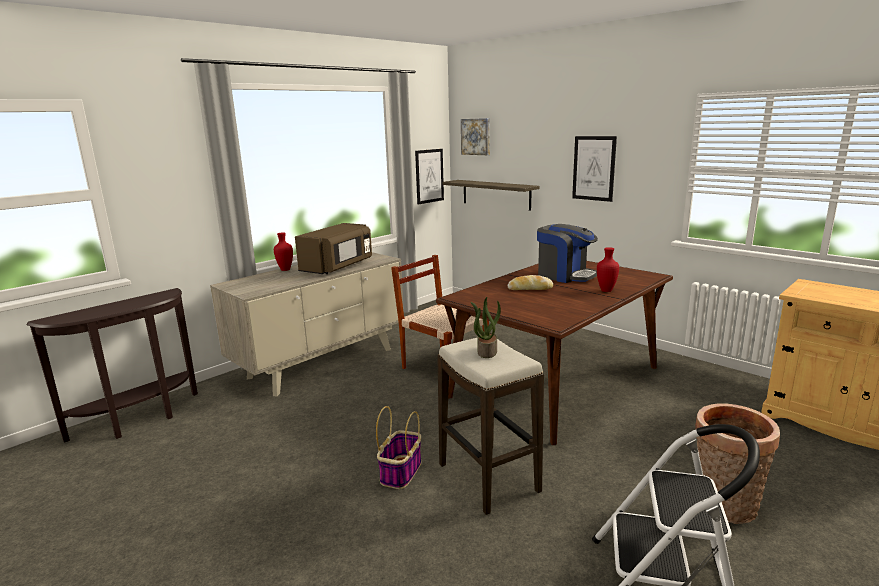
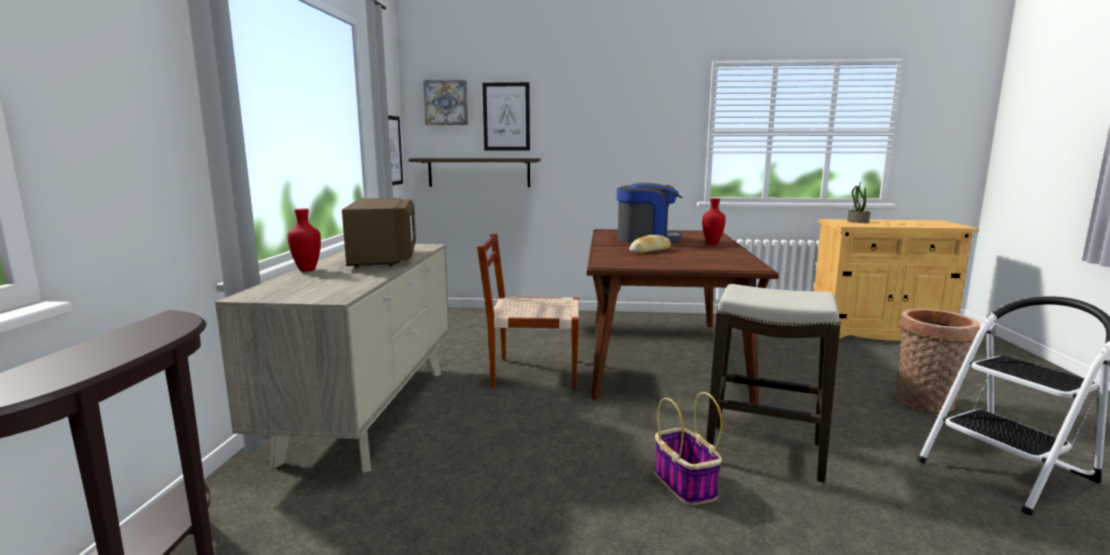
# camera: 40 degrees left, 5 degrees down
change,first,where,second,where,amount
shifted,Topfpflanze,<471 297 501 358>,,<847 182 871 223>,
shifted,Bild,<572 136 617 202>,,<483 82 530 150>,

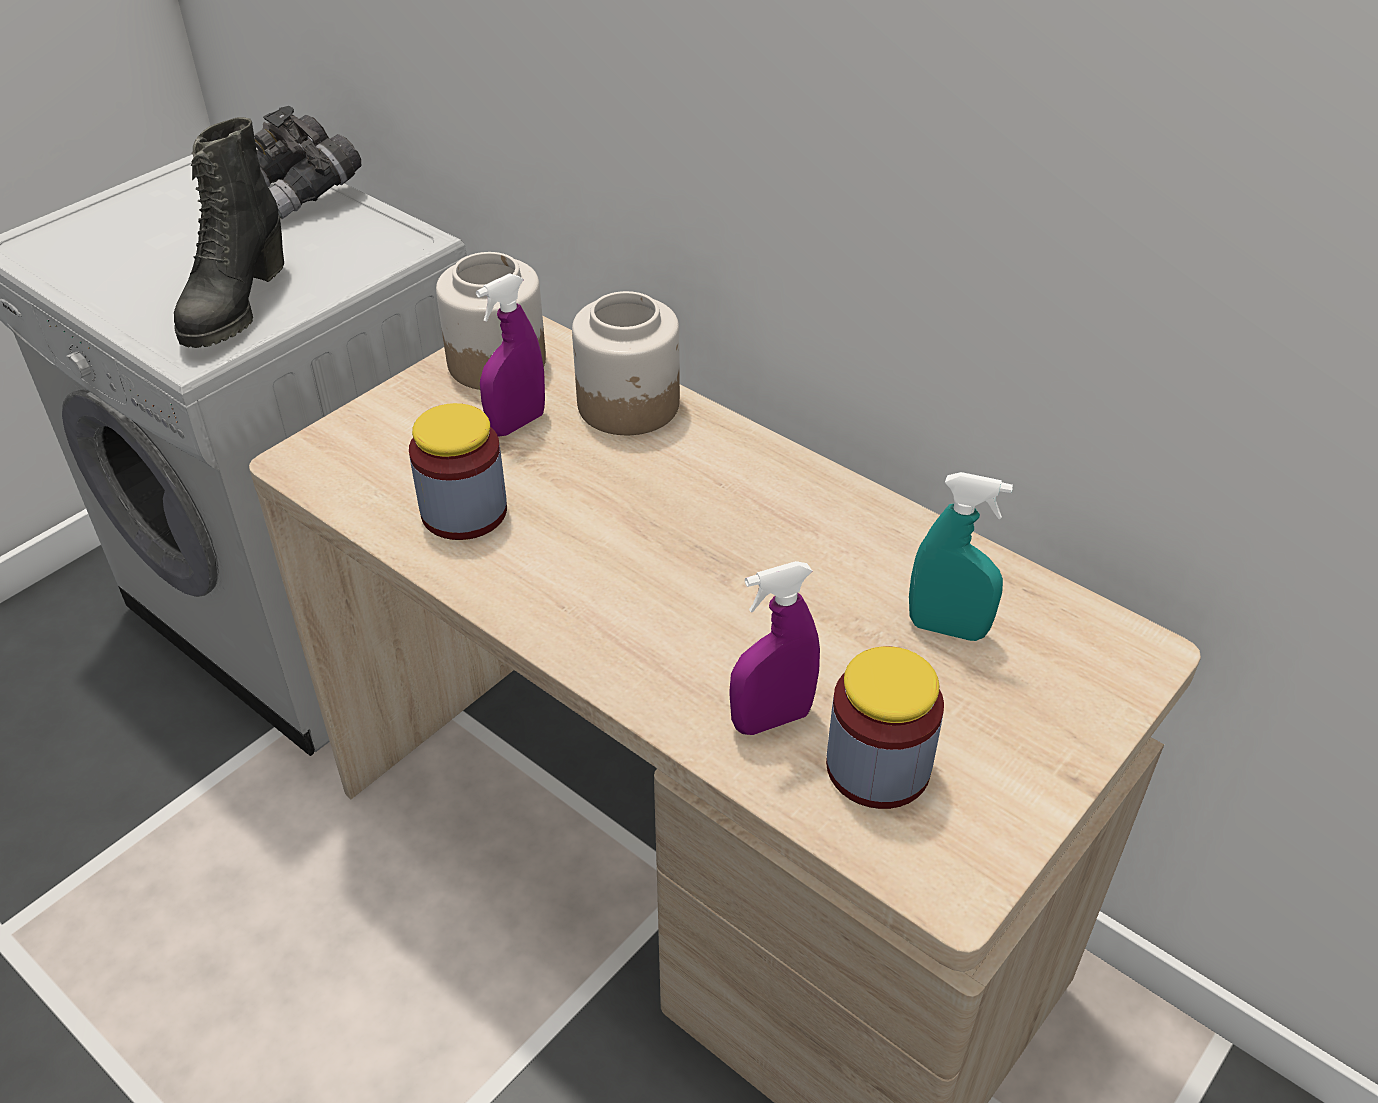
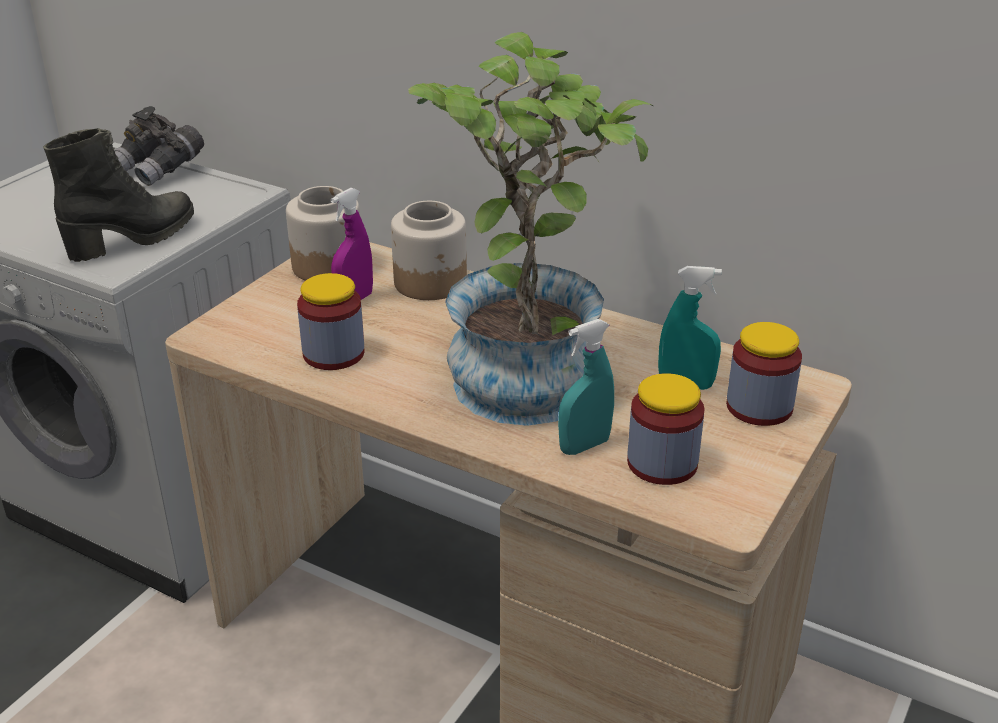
# camera: 10 degrees left, 10 degrees down
change,first,where,second,where,amount
rotated,Stiefel (schwarz),<174 117 284 348>,,<43 128 194 262>,135 degrees counterclockwise
repainted,Sprühflasche (lila),<729 561 820 735>,Sprühflasche (türkis),<558 319 614 455>,
new,,,Topfpflanze,<408 32 654 426>,
new,,,Vorratsglas,<726 322 802 426>,

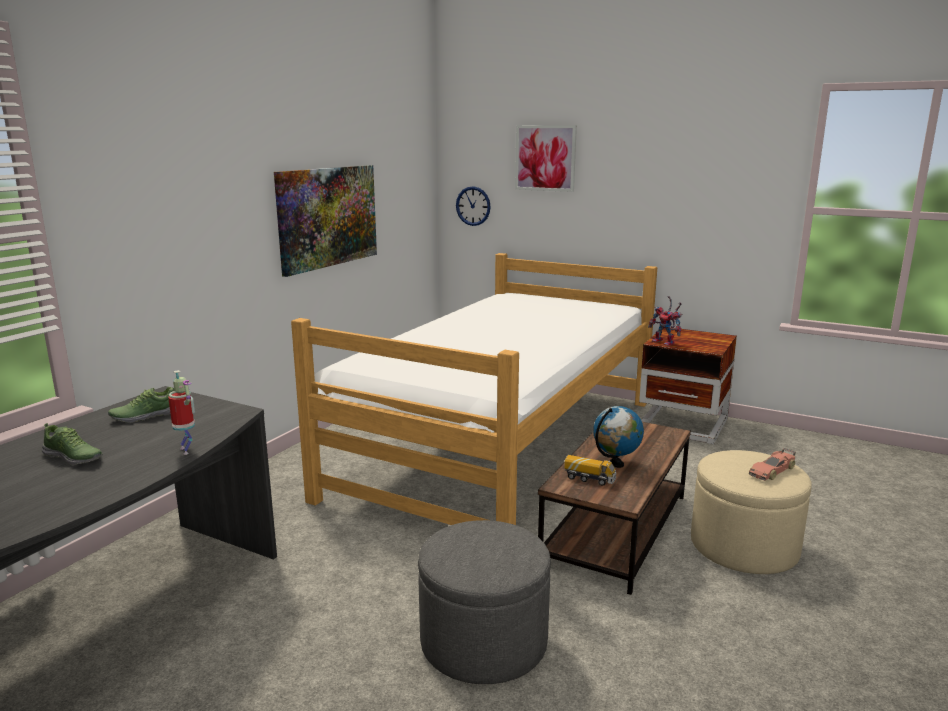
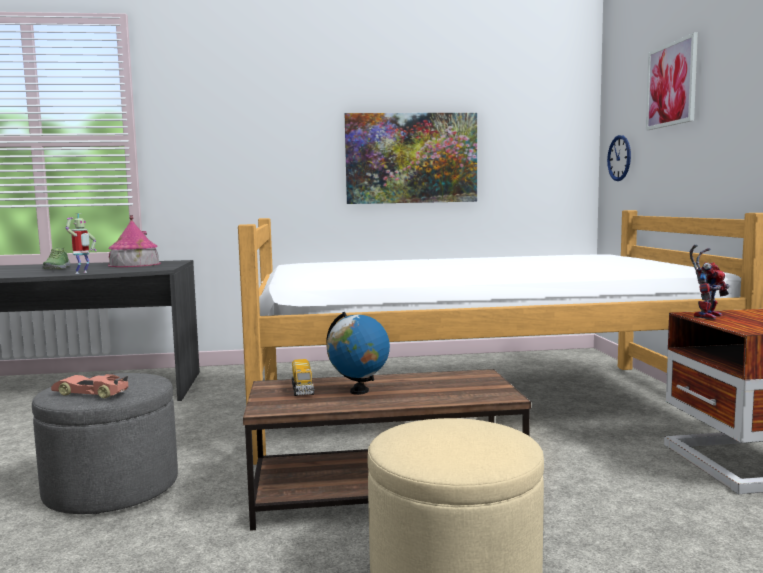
# camera: 55 degrees right, 10 degrees down
change,first,where,second,where,amount
swapped,Schuh,<108 387 174 423>,Spielzeughaus,<108 215 161 267>,
rotated,Spielzeugroboter,<648 296 682 346>,,<690 245 730 319>,150 degrees counterclockwise
shifted,Spielzeugauto,<749 448 796 481>,,<51 374 128 398>,

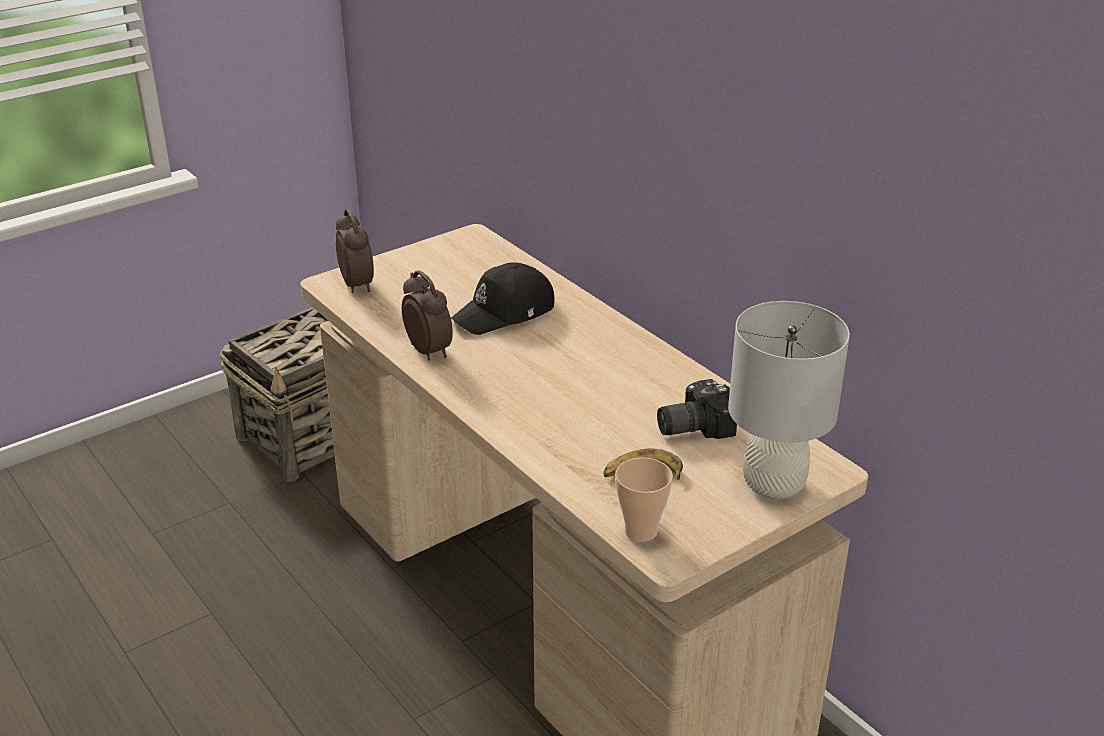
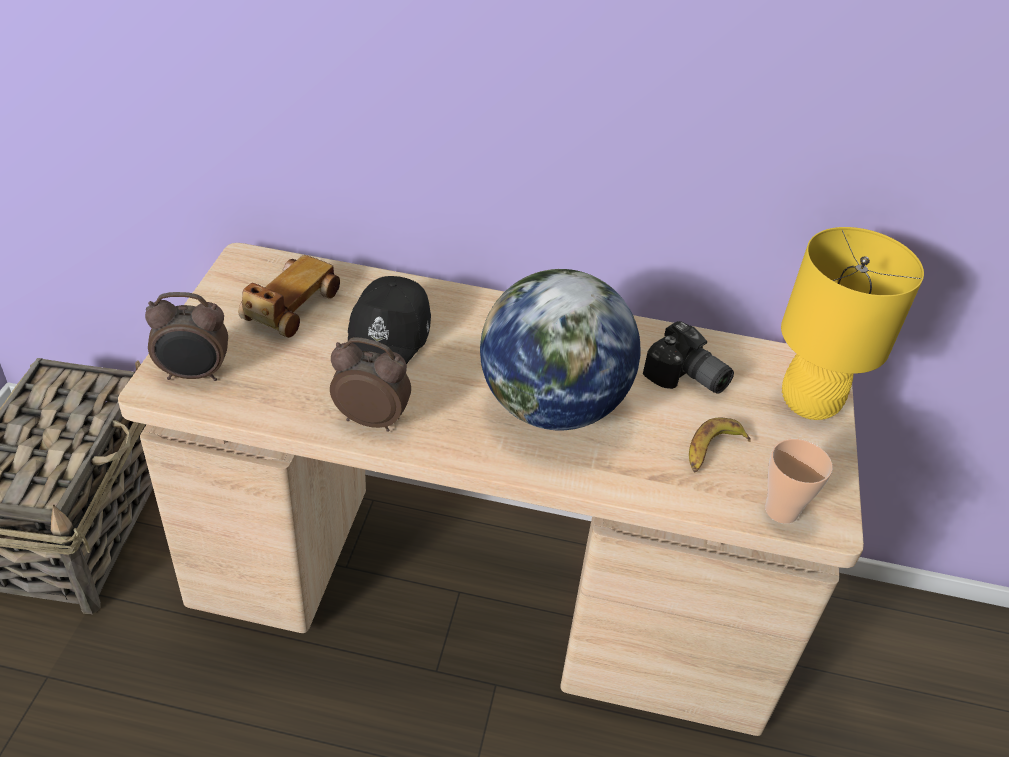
# camera: 45 degrees left, 10 degrees up
change,first,where,second,where,amount
rotated,Wecker,<336 209 374 293>,,<145 292 228 381>,150 degrees clockwise
rotated,Kamera,<657 379 737 439>,,<643 321 734 394>,75 degrees counterclockwise
repainted,Tischlampe (grau),<728 301 850 499>,Tischlampe (gelb),<781 227 924 420>,
new,,,Spielzeugauto,<238 255 340 338>,
new,,,Globus,<480 269 641 430>,

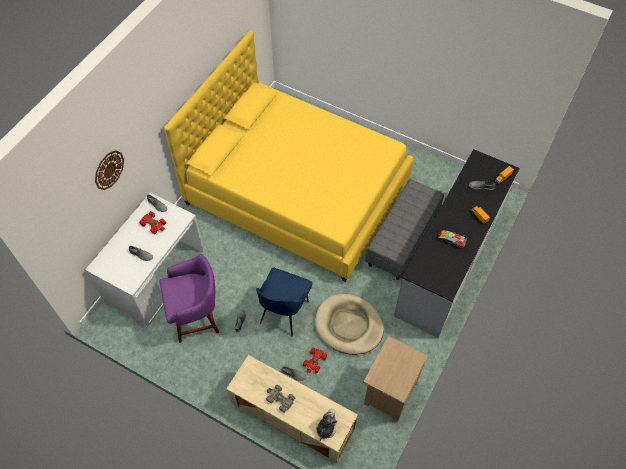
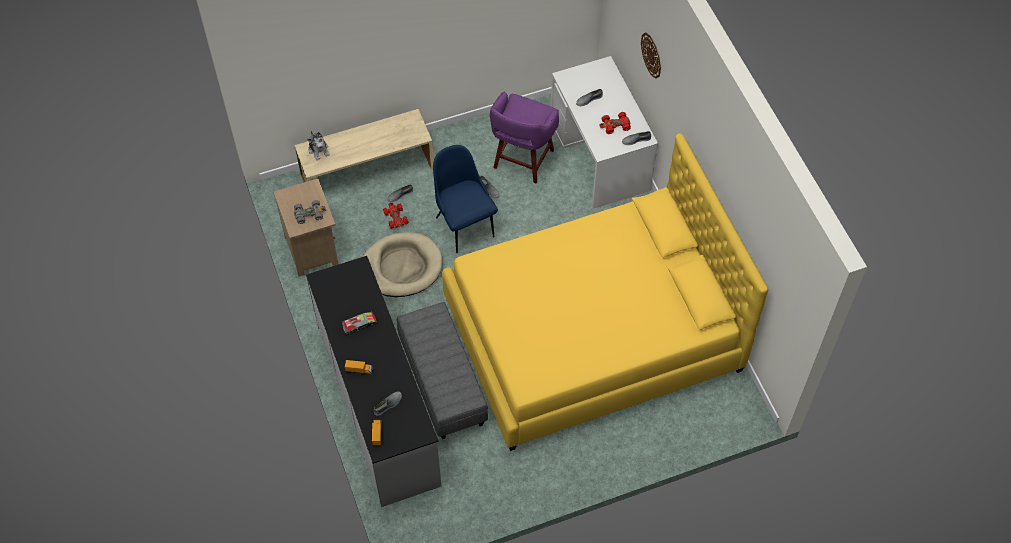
# camera: 130 degrees right, 0 degrees up
change,first,where,second,where,amount
shifted,Spielzeugauto (grau),<266 385 295 413>,,<294 200 326 224>,

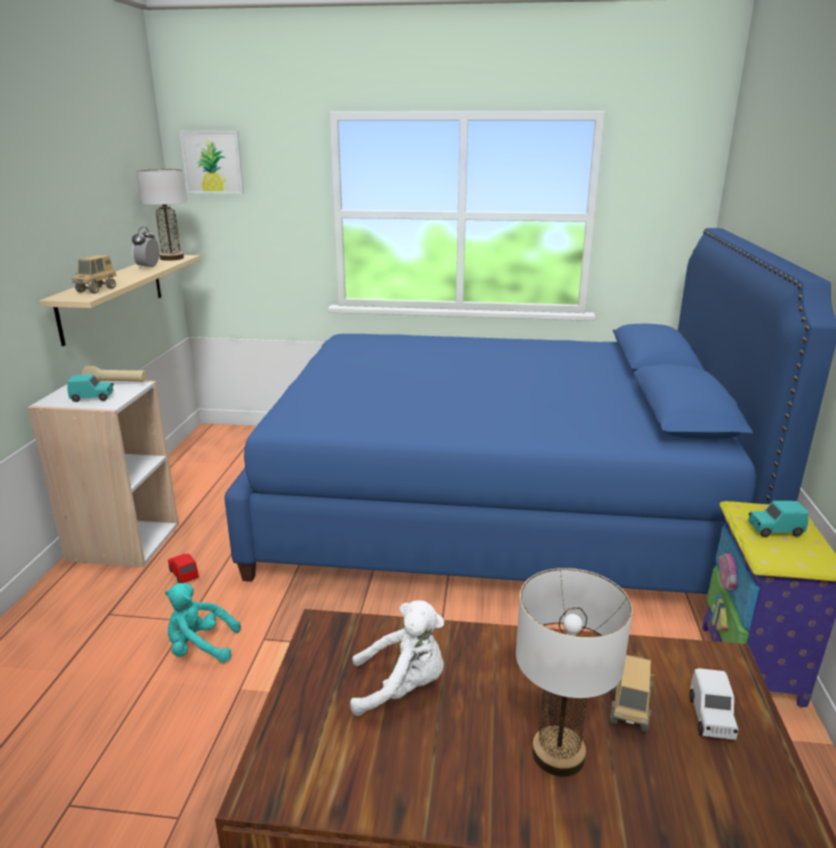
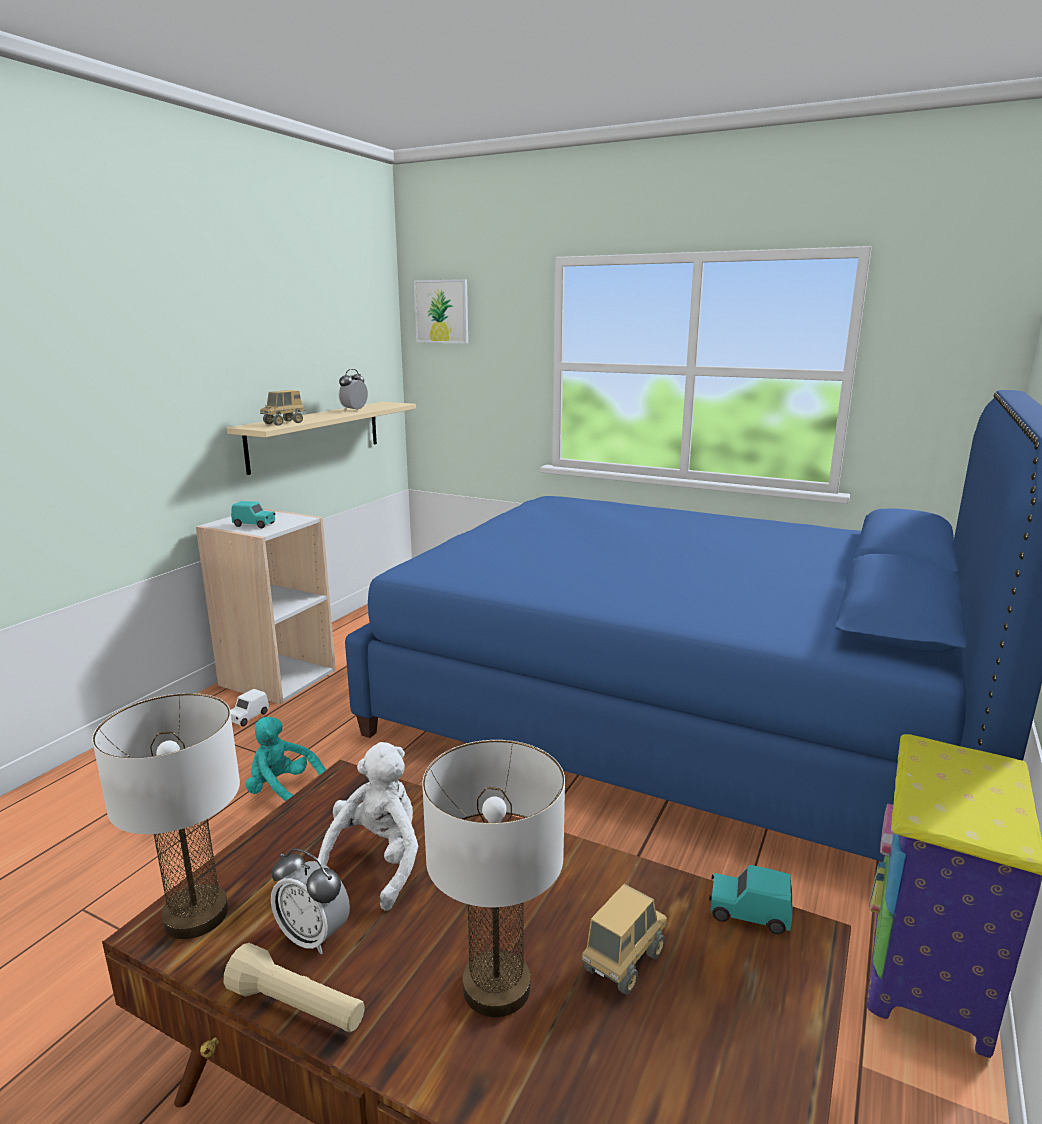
# camera: 20 degrees right, 5 degrees down
change,first,where,second,where,amount
shifted,Taschenlampe (beige),<82 366 146 382>,,<224 943 365 1032>,
shifted,Tischlampe,<136 169 187 261>,,<92 693 240 939>,
gone,Spielzeugauto (rot),<168 553 199 583>,,,
rotated,Plüschtier (weiß),<350 600 444 716>,,<318 742 418 911>,90 degrees counterclockwise
shifted,Spielzeugauto (weiß),<689 668 739 740>,,<230 689 269 726>,
shifted,Spielzeugauto (türkis),<748 501 808 537>,,<709 865 793 934>,
new,,,Wecker,<271 848 350 954>,

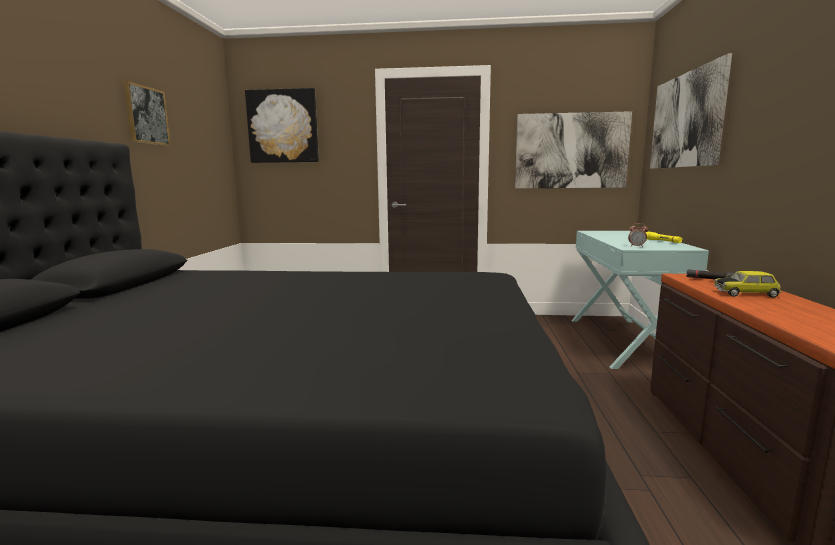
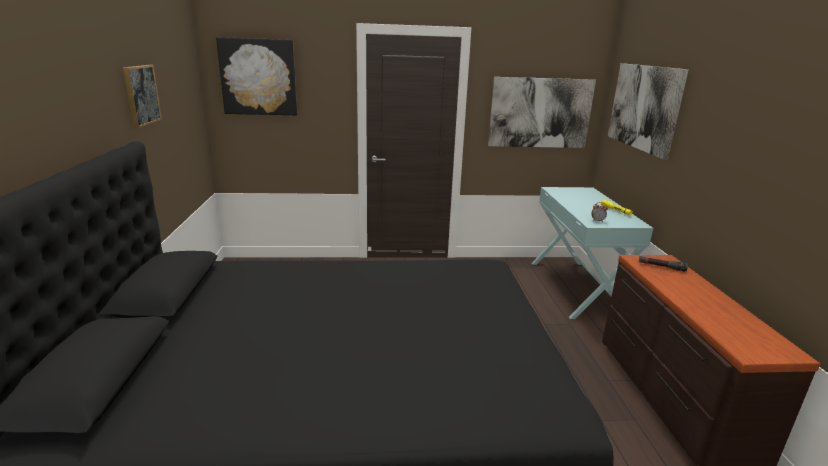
# camera: 10 degrees left, 10 degrees up
change,first,where,second,where,amount
gone,Spielzeugauto,<714 271 781 298>,,,

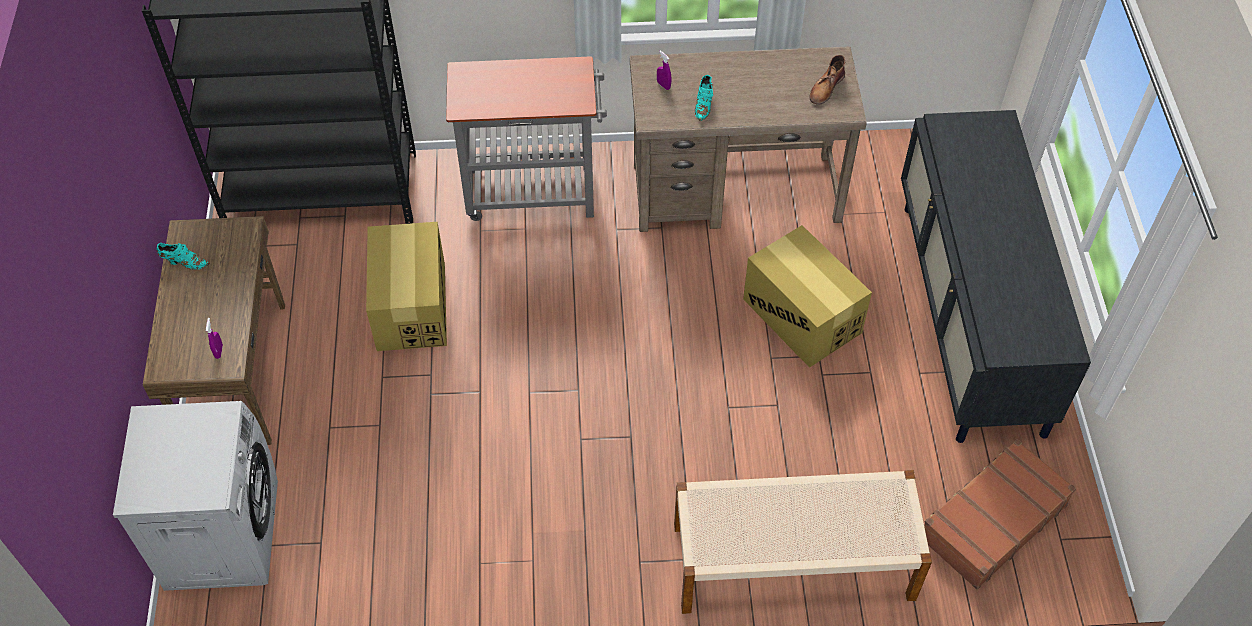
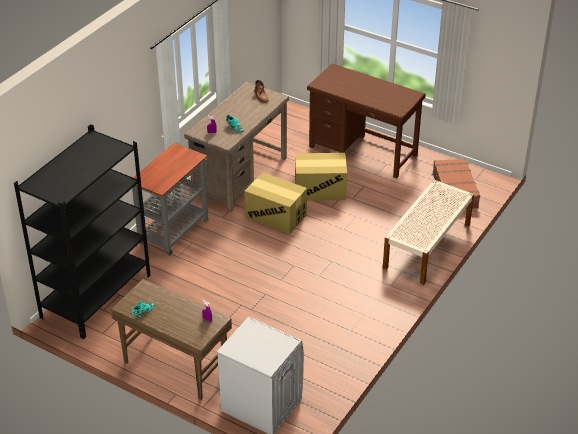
# camera: 55 degrees left, 15 degrees down
change,first,where,second,where,amount
shifted,Karton,<366 222 447 351>,,<244 172 307 234>,
swapped,Schrank (schwarz),<901 110 1091 443>,Schreibtisch (braun),<307 63 426 178>,

